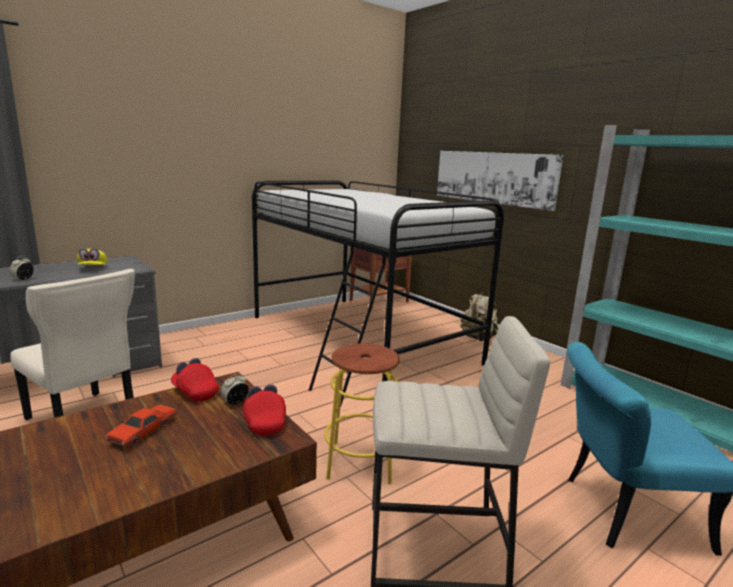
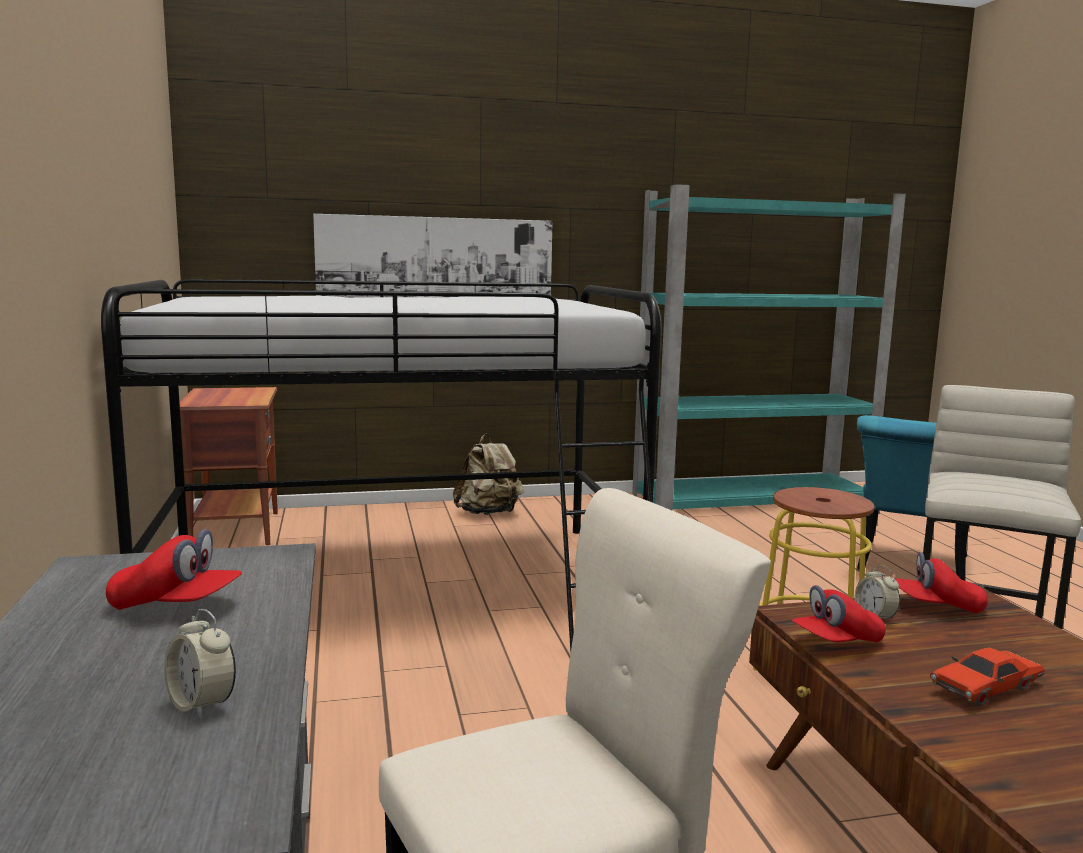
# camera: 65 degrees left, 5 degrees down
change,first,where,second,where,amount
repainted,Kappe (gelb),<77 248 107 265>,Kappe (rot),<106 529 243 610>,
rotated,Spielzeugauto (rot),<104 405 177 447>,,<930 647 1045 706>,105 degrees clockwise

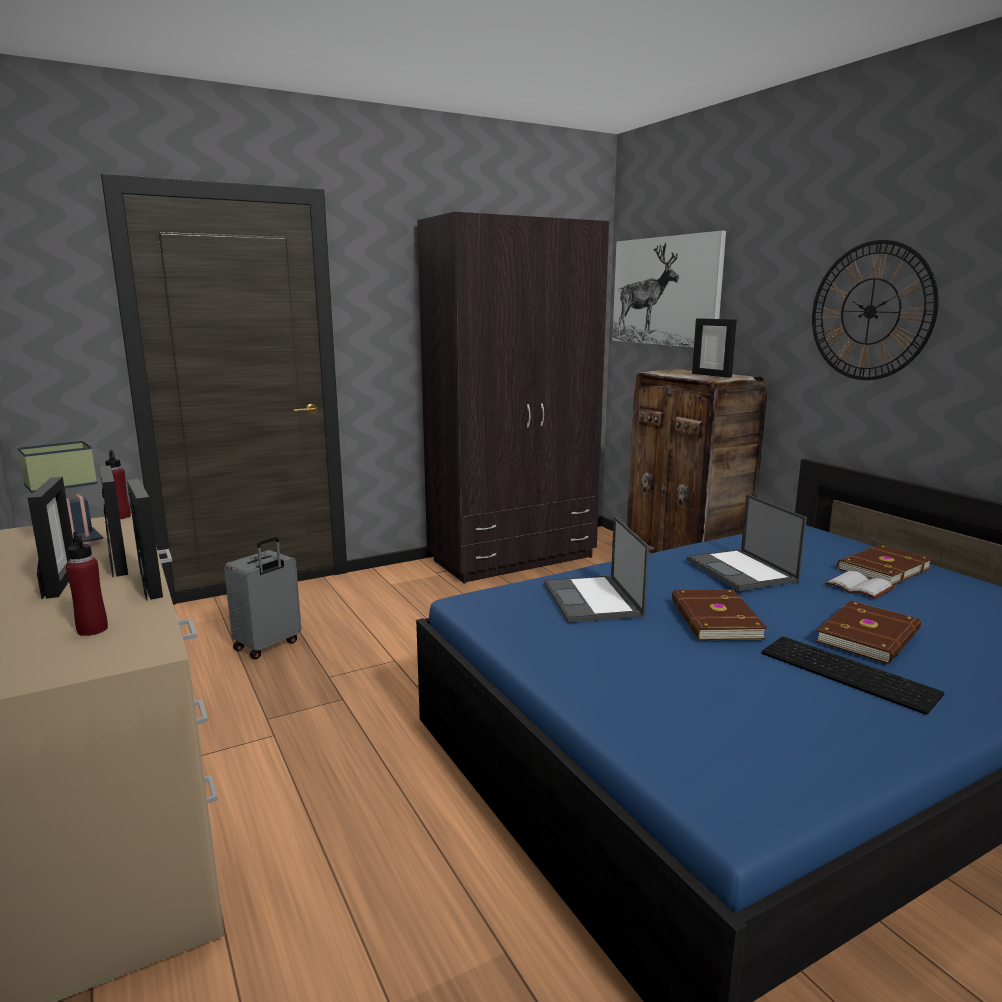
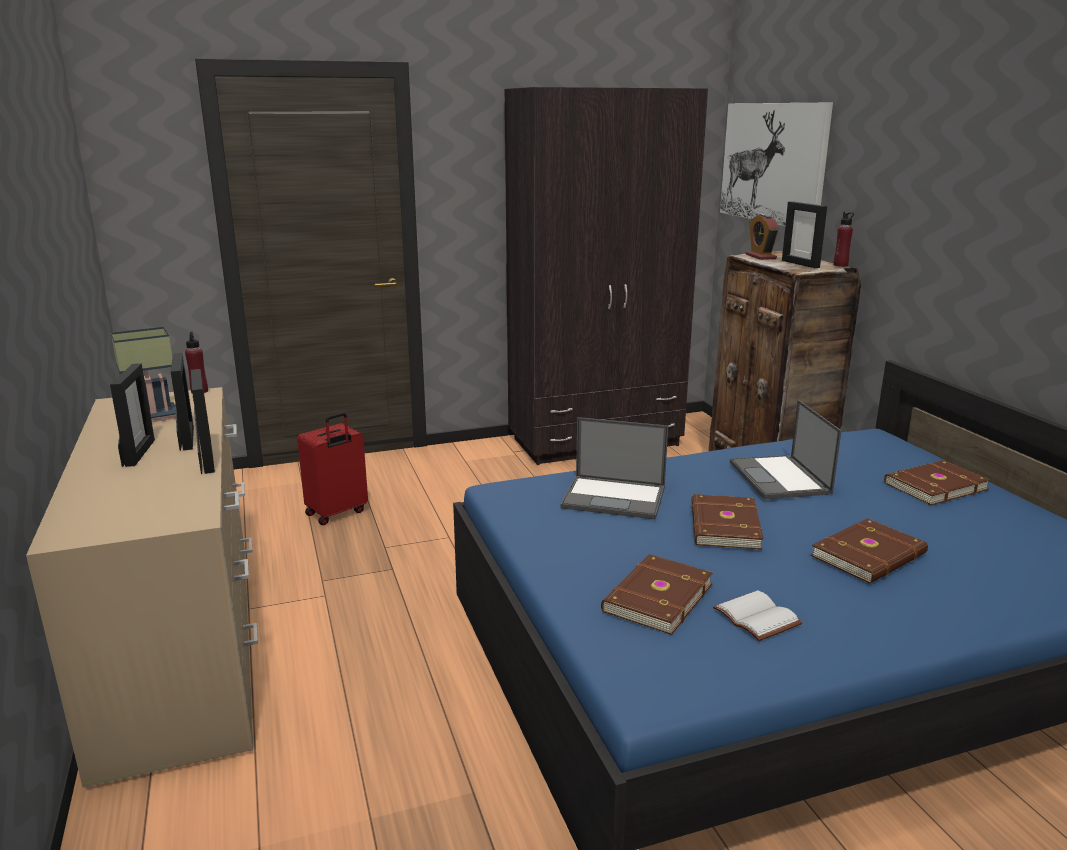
# camera: 10 degrees right, 5 degrees up
change,first,where,second,where,amount
shifted,Flasche (rot),<66 532 108 636>,,<833 212 854 267>,
repainted,Koffer (grau),<224 536 301 659>,Koffer (rot),<297 412 368 525>,
rotated,Laptop,<544 516 649 623>,,<560 417 668 520>,75 degrees counterclockwise
gone,Tastatur,<761 636 944 715>,,,
gone,Wanduhr,<812 240 939 380>,,,
shifted,Buch (weiß),<825 571 895 599>,,<713 590 803 641>,
new,,,Buch (braun),<601 554 713 635>,
new,,,Wecker,<746 214 779 260>,

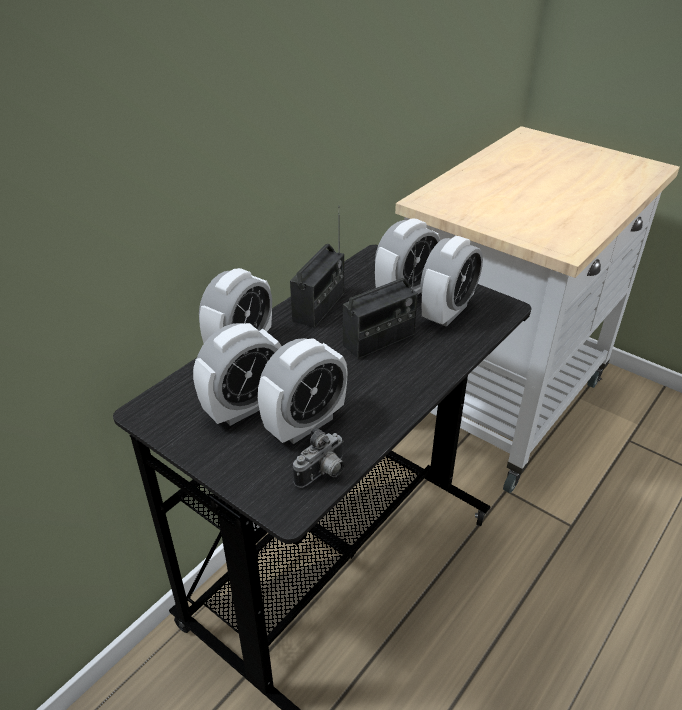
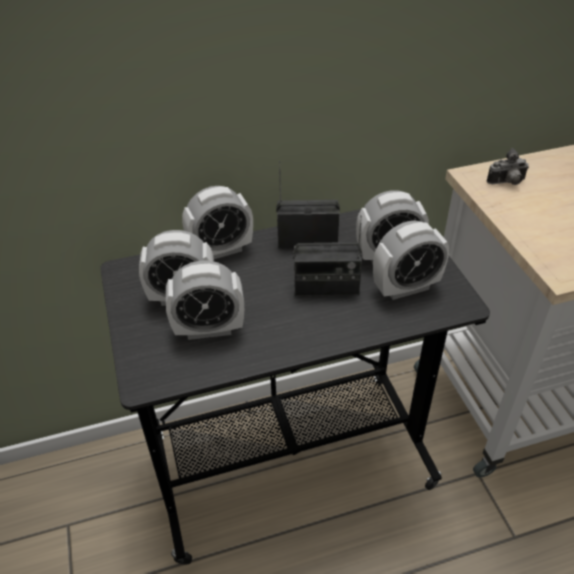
# camera: 35 degrees right, 5 degrees up
change,first,where,second,where,amount
rotated,Radio,<290 206 344 328>,,<276 161 340 248>,150 degrees counterclockwise
shifted,Kamera,<293 426 344 488>,,<487 148 529 185>,

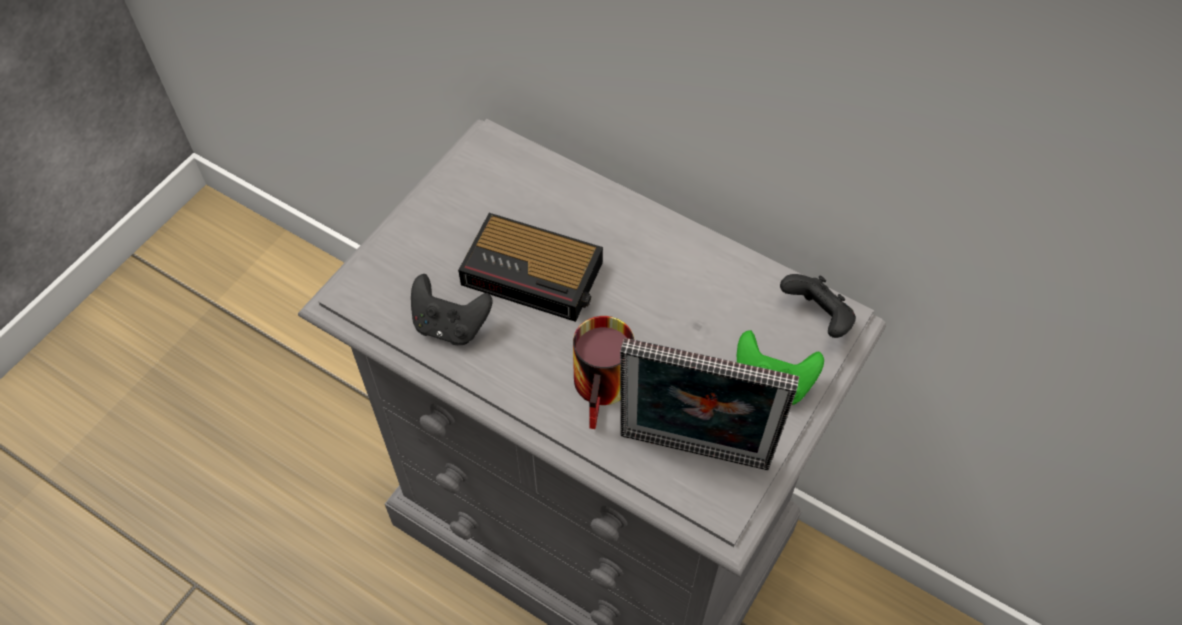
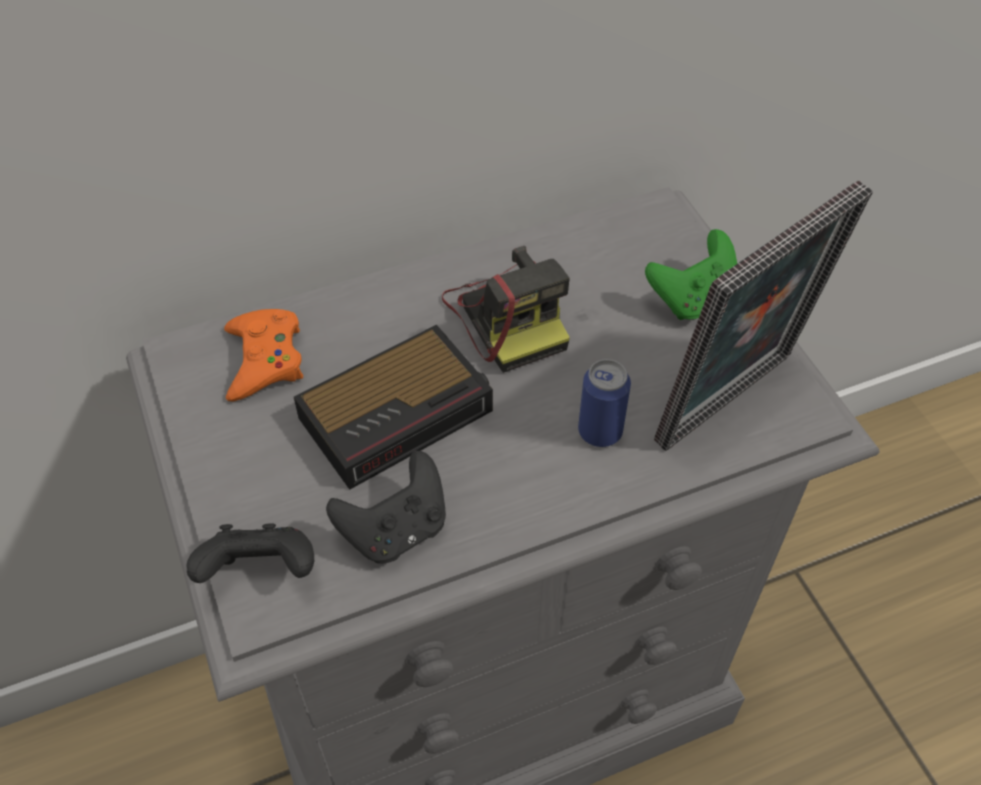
# camera: 55 degrees left, 5 degrees down
change,first,where,second,where,amount
swapped,Henkelbecher,<573 316 634 429>,Dose,<578 359 631 447>,
shifted,Gamepad (schwarz),<780 274 856 338>,,<186 523 314 583>,
new,,,Gamepad (orange),<224 309 303 401>,
new,,,Kamera,<442 246 570 373>,

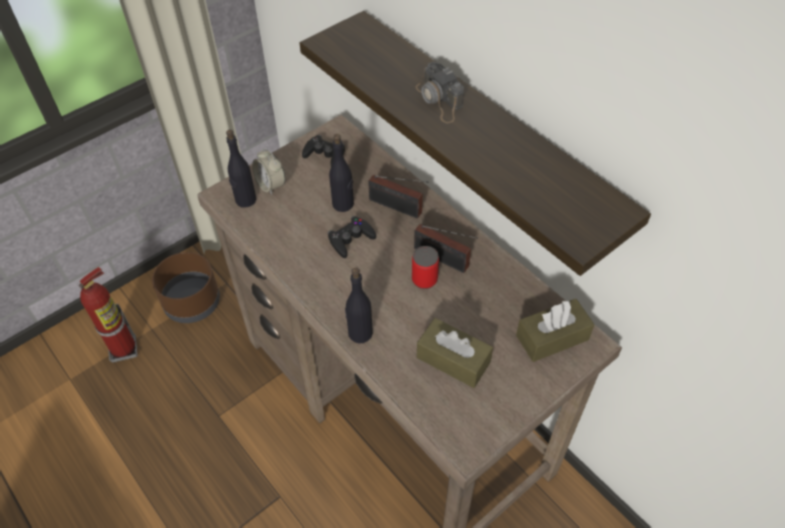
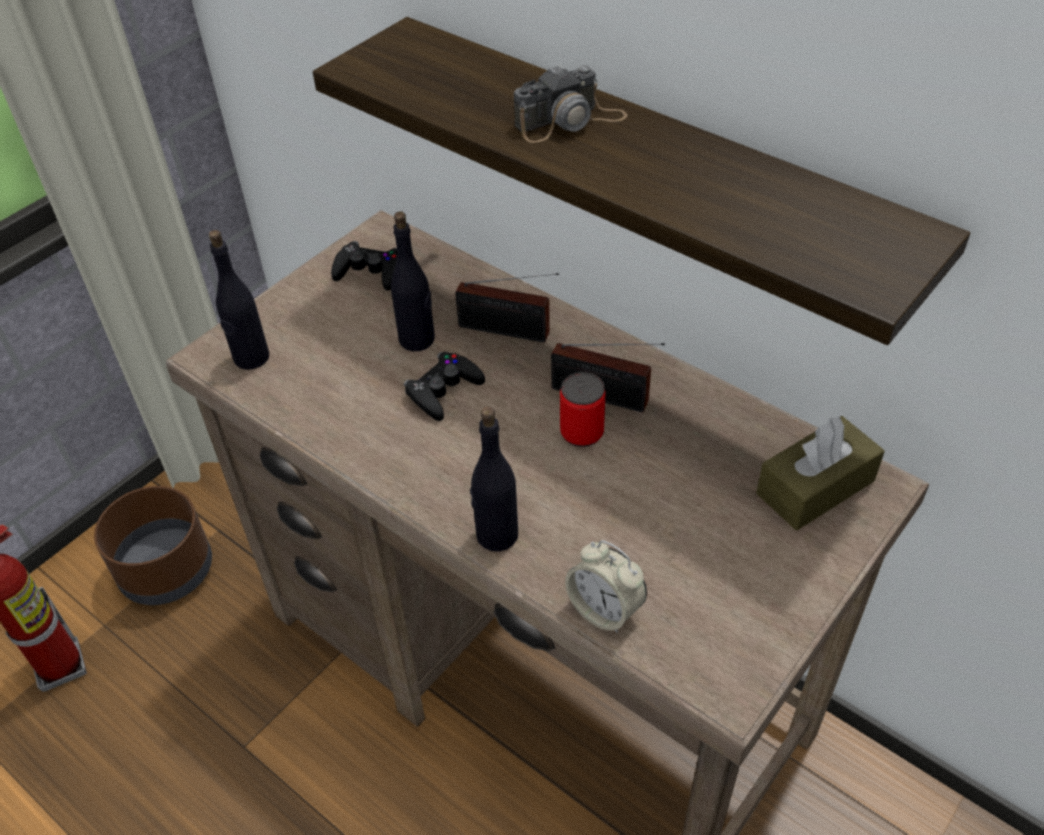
# camera: 10 degrees left, 5 degrees down
change,first,where,second,where,amount
shifted,Wecker,<252 148 285 195>,,<565 540 647 633>,
rotated,Kamera,<416 62 464 123>,,<514 64 627 143>,75 degrees counterclockwise
gone,Taschentuchbox (braun),<417 318 493 388>,,,

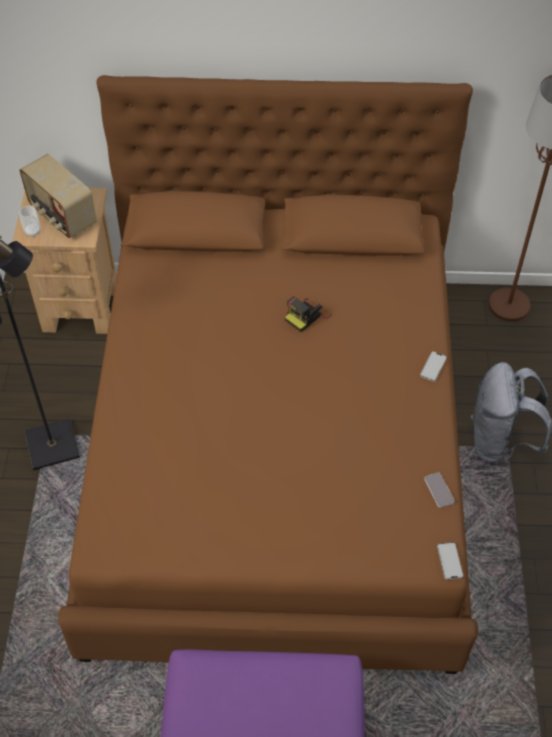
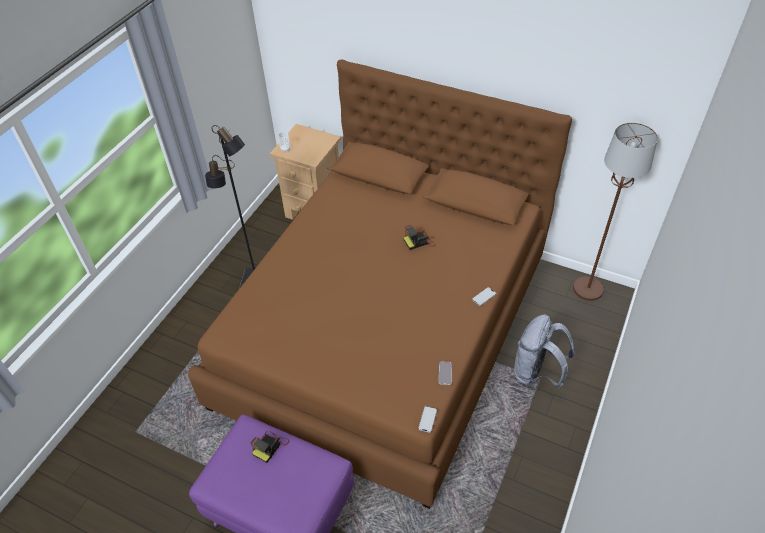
# camera: 25 degrees right, 5 degrees down
change,first,where,second,where,amount
gone,Radio,<19 154 97 238>,,,
new,,,Kamera,<251 431 289 463>,

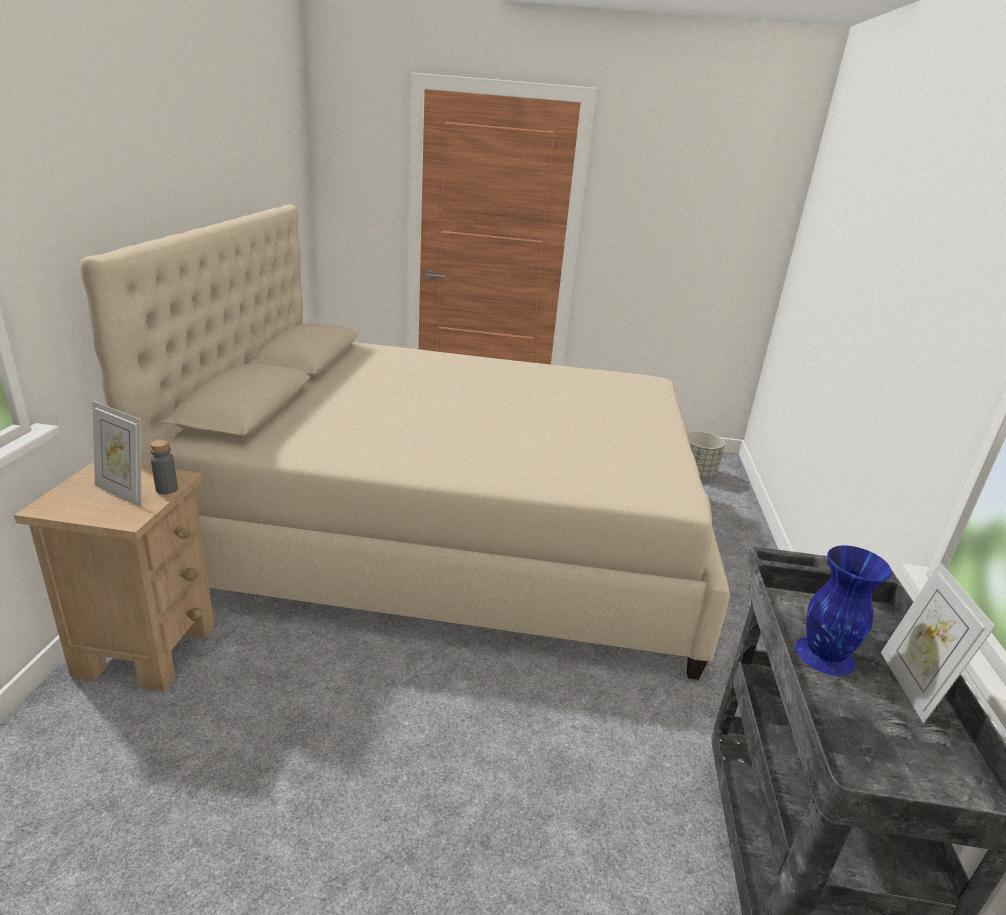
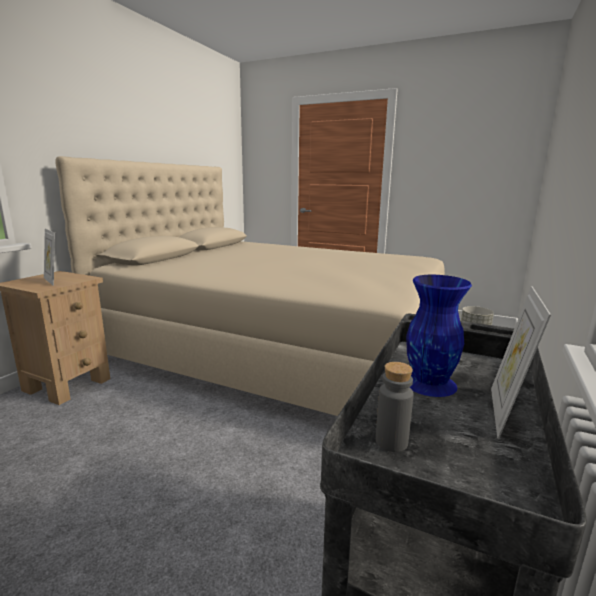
# camera: 20 degrees right, 10 degrees down
change,first,where,second,where,amount
shifted,Flasche (grau),<150 440 178 494>,,<376 362 414 452>,

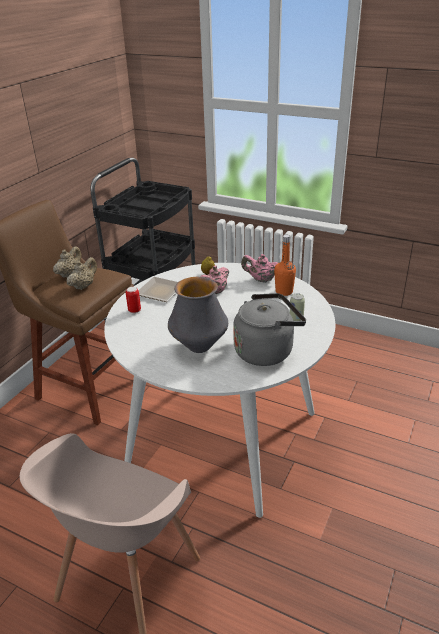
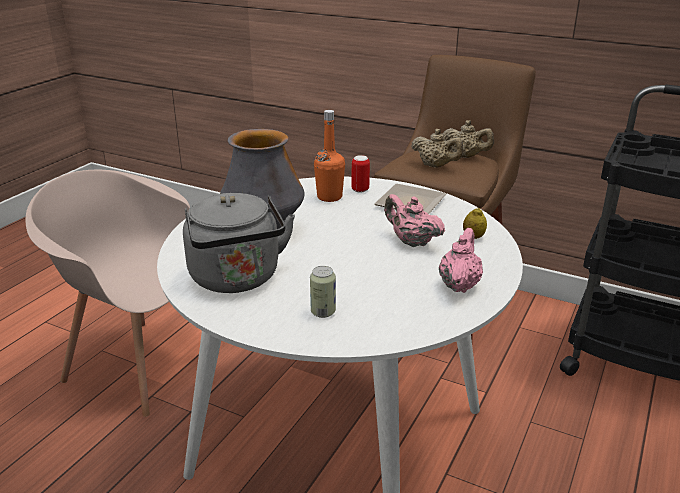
# camera: 90 degrees right, 5 degrees down
change,first,where,second,where,amount
shifted,Flasche (orange),<274 235 296 296>,,<314 110 345 202>,

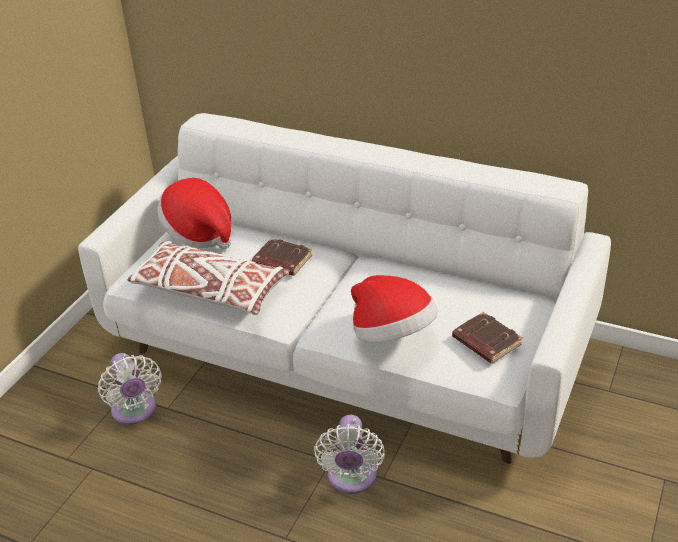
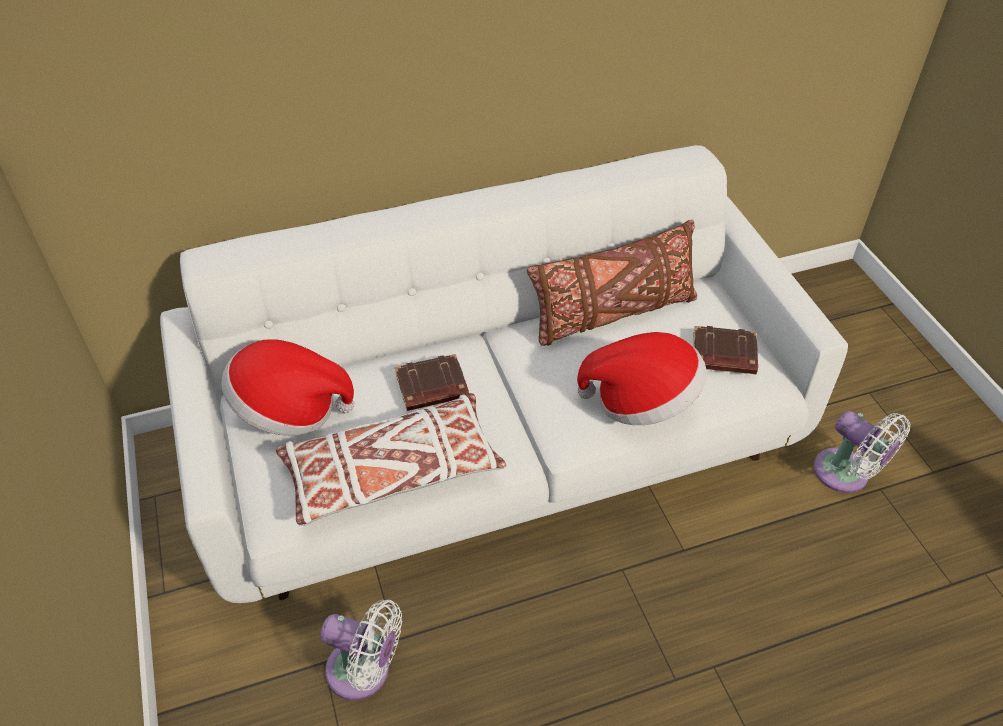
# camera: 45 degrees left, 10 degrees up
change,first,where,second,where,amount
shifted,Ventilator (weiß),<314 415 385 494>,,<813 411 910 493>,
new,,,Kissen (braun),<527 220 697 346>,

